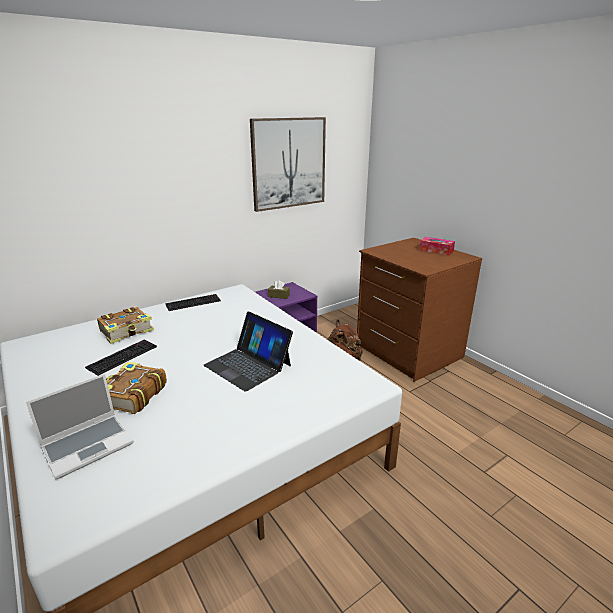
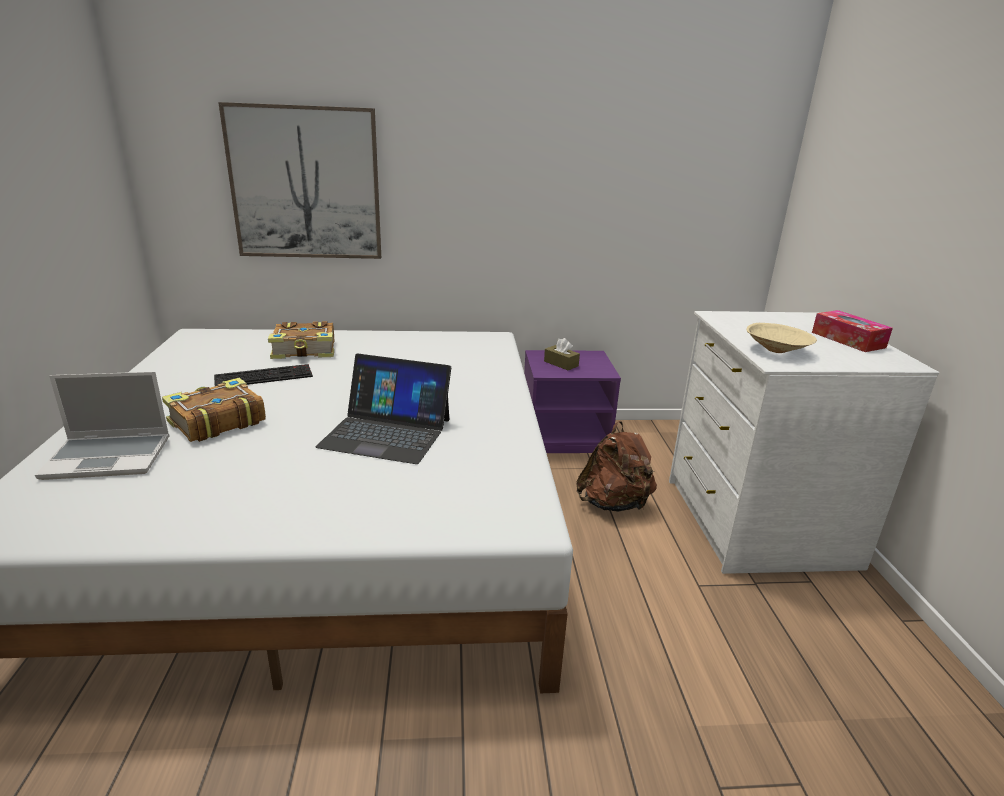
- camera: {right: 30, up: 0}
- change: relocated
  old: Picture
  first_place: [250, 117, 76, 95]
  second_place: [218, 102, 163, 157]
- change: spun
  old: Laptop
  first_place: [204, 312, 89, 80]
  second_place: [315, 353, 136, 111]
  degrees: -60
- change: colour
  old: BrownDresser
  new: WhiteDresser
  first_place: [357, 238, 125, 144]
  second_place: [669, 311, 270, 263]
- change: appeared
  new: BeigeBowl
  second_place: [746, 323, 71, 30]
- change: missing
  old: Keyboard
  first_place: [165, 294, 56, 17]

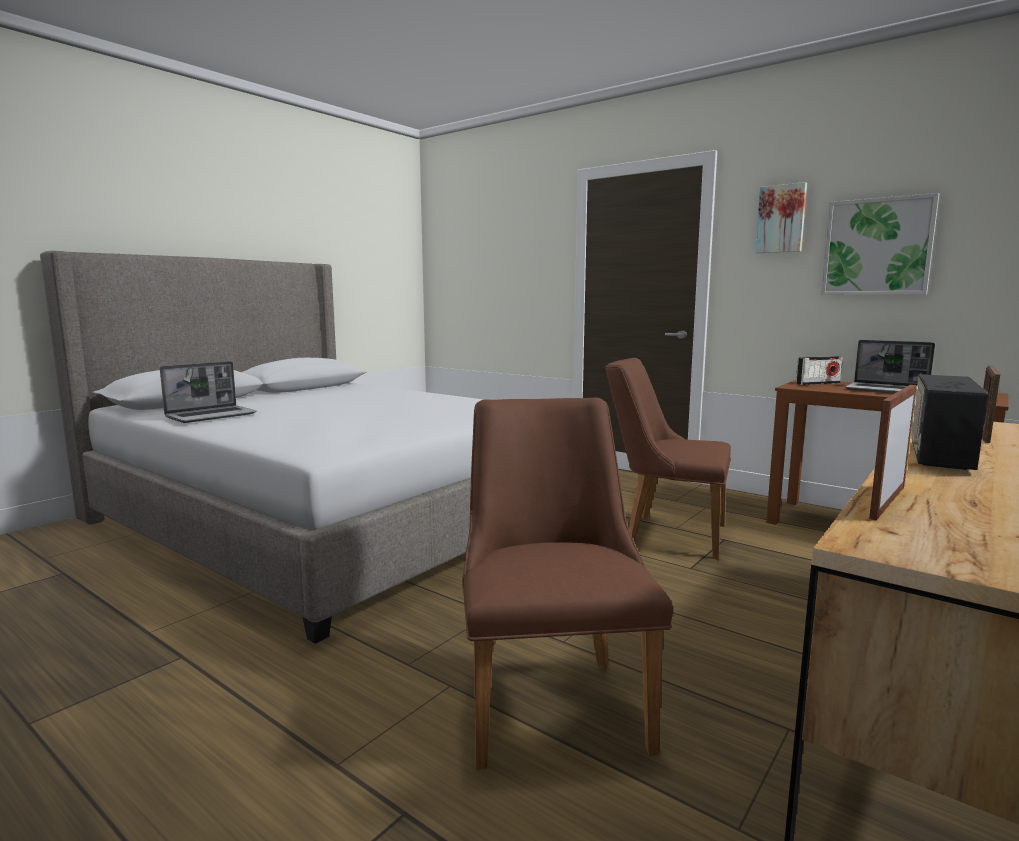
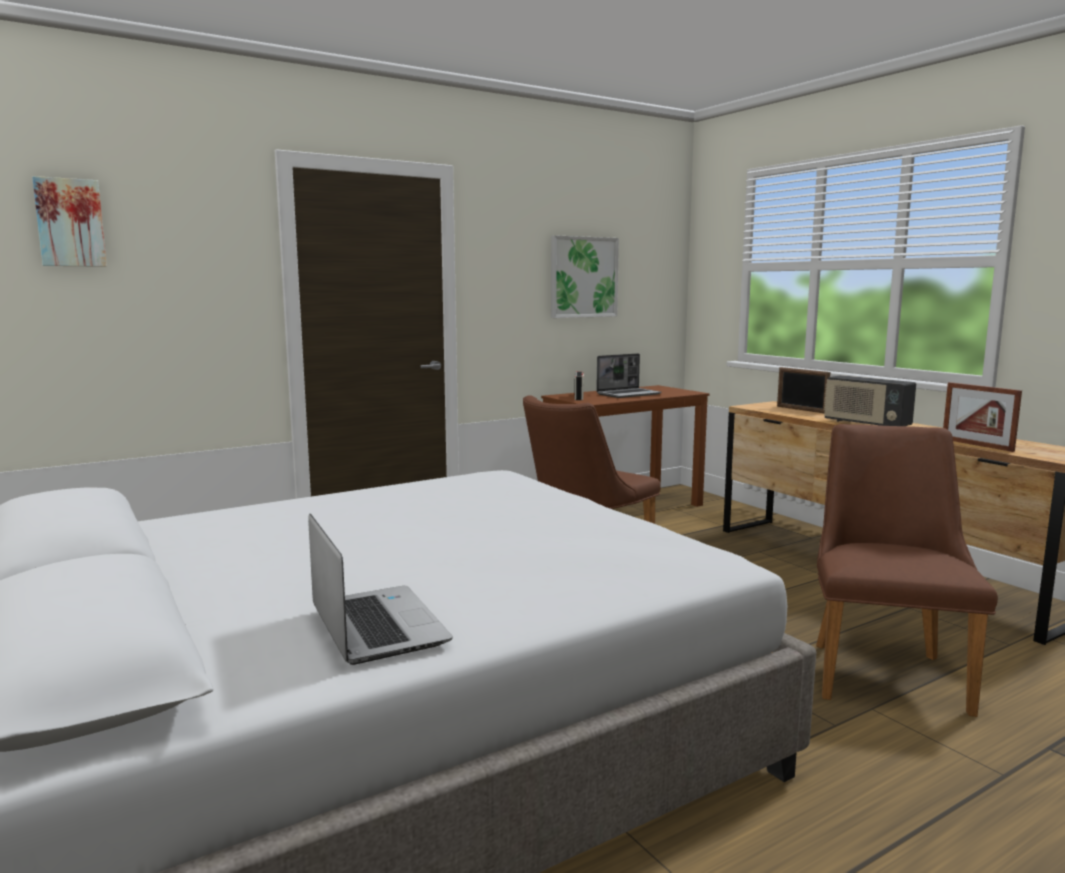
- camera: {right: -70, up: 0}
- change: relocated
  old: Picture
  first_place: [755, 182, 52, 71]
  second_place: [32, 176, 75, 91]
- change: spun
  old: BrownChair
  first_place: [462, 398, 211, 371]
  second_place: [816, 424, 182, 293]
  degrees: 90

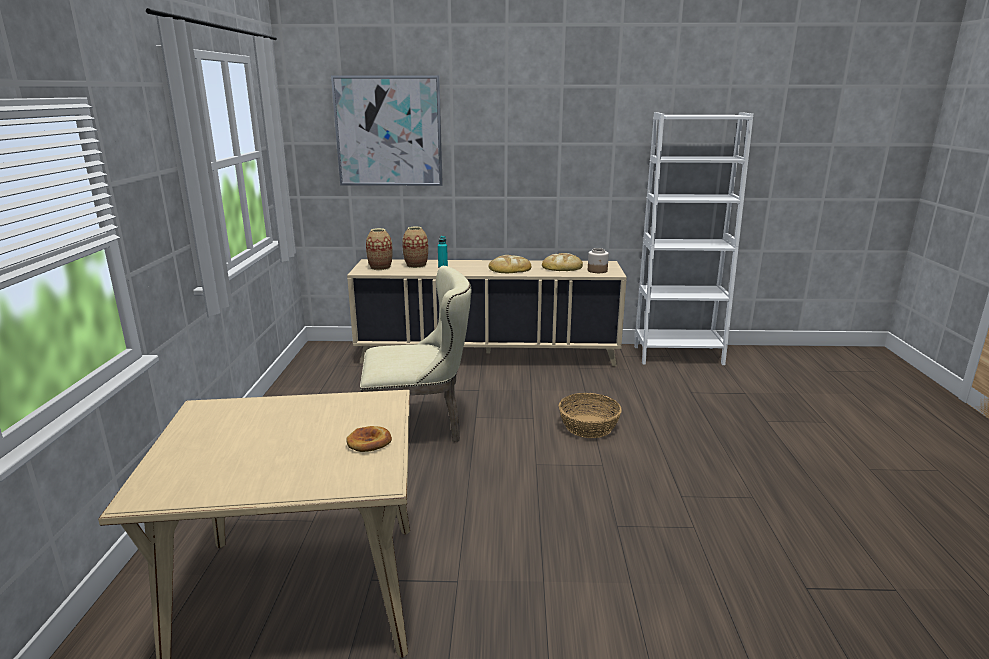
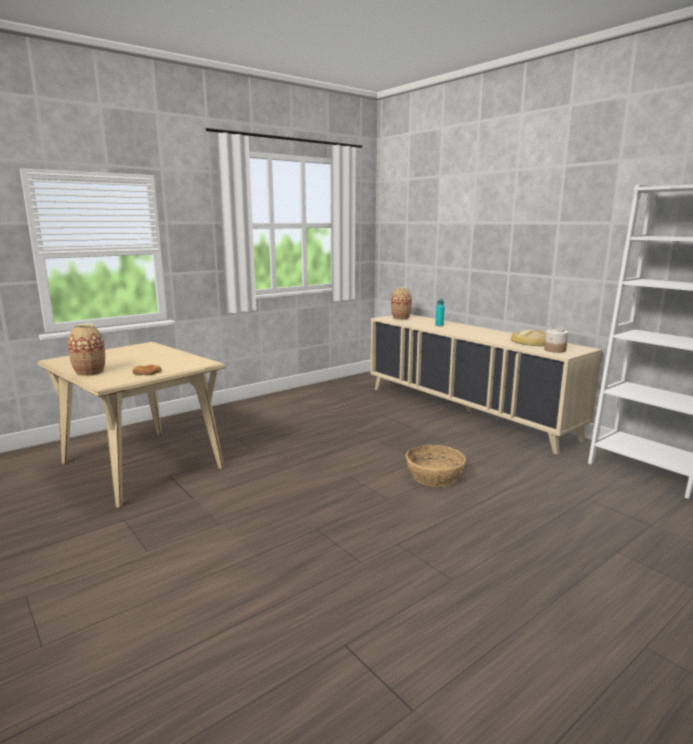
- camera: {right: 50, up: -5}
- change: relocated
  old: Vase
  first_place: [402, 227, 26, 41]
  second_place: [68, 324, 37, 52]
- change: missing
  old: Picture
  first_place: [331, 75, 112, 111]
- change: missing
  old: BeigeChair
  first_place: [360, 266, 112, 176]
- change: missing
  old: Bread
  first_place: [488, 255, 44, 18]

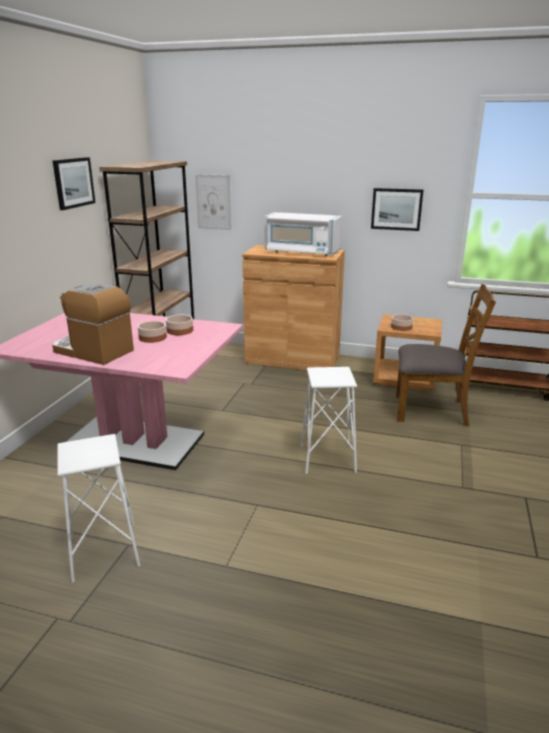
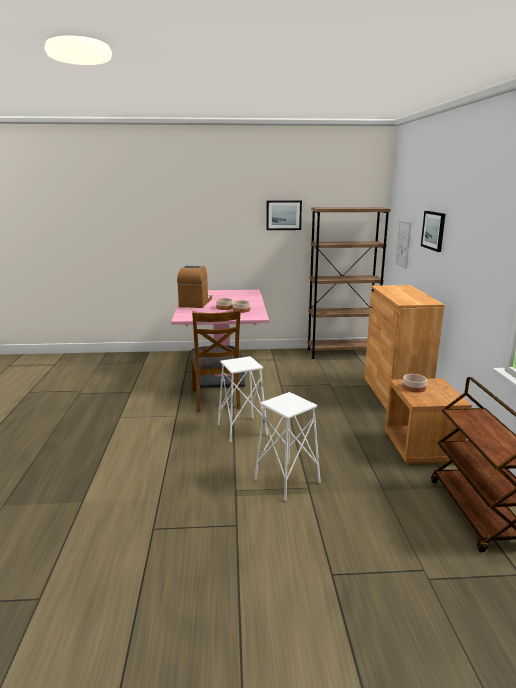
- camera: {right: 70, up: -5}
- change: relocated
  old: BrownChair
  first_place: [396, 284, 100, 142]
  second_place: [189, 309, 52, 103]
- change: relocated
  old: WhiteStool
  first_place: [57, 434, 83, 149]
  second_place: [254, 392, 67, 109]
- change: relocated
  old: Picture
  first_place: [371, 188, 52, 43]
  second_place: [421, 211, 24, 41]
- change: missing
  old: WhiteMicrowave
  first_place: [265, 212, 77, 44]

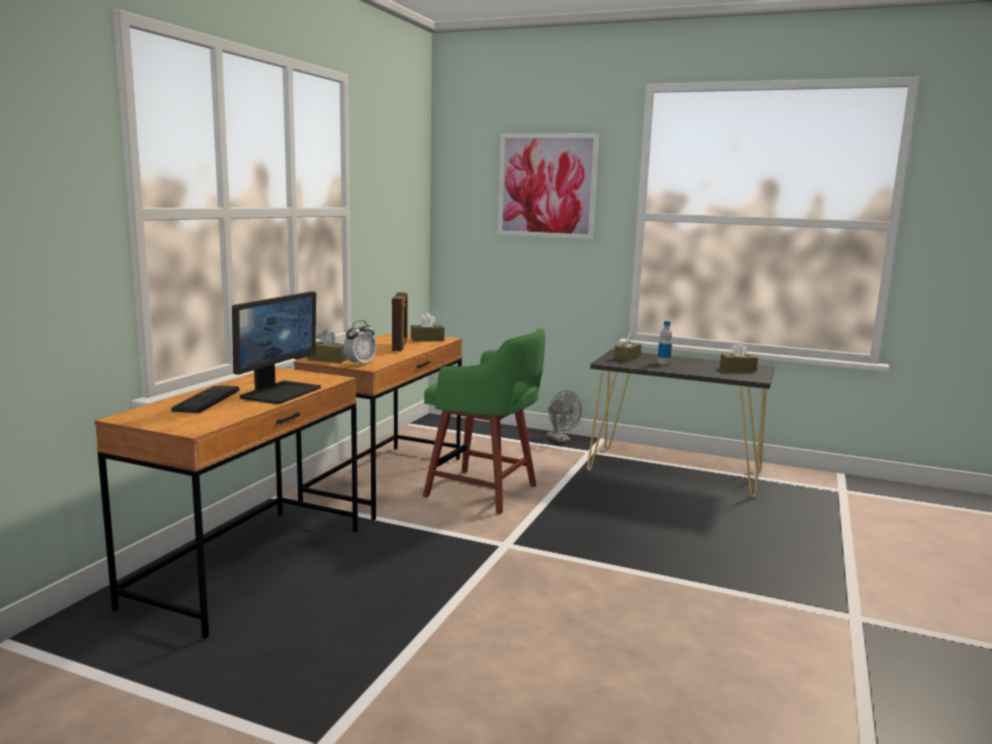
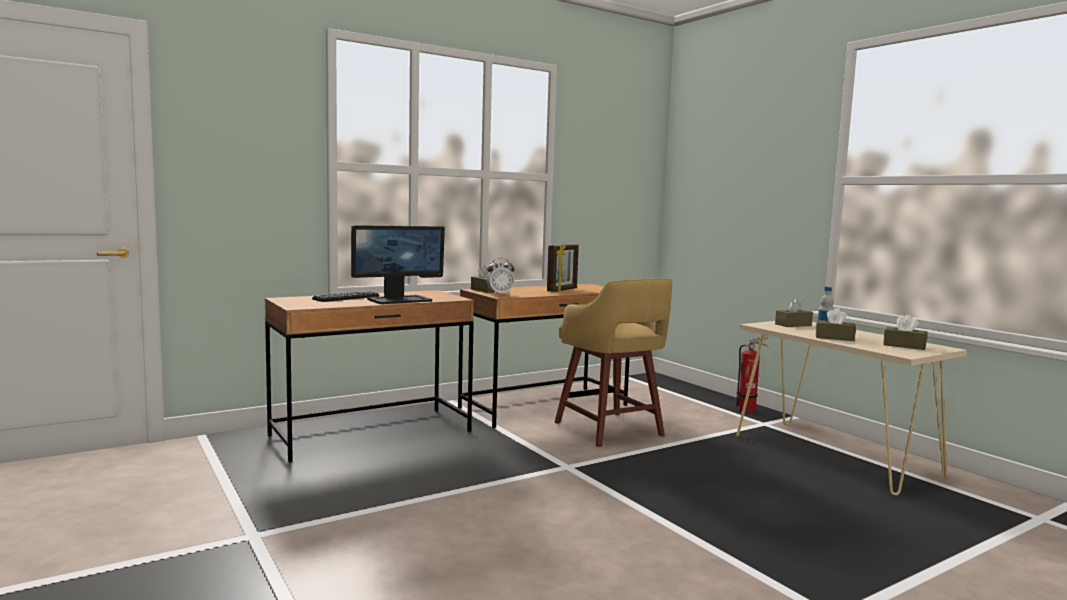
- camera: {right: 35, up: -5}
- change: colour
  old: GreenStool
  new: YellowStool
  first_place: [423, 328, 122, 186]
  second_place: [555, 279, 117, 168]
- change: exchanged
  old: GreyFan
  new: FireExtinguisher
  first_place: [546, 390, 36, 53]
  second_place: [735, 336, 33, 77]
- change: colour
  old: BlackConsoleTable
  new: BeigeConsoleTable
  first_place: [587, 349, 188, 148]
  second_place: [736, 321, 231, 175]
- change: relocated
  old: BrownTissueBox
  first_place: [411, 313, 34, 28]
  second_place: [816, 308, 40, 33]
- change: missing
  old: Picture
  first_place: [498, 133, 101, 106]

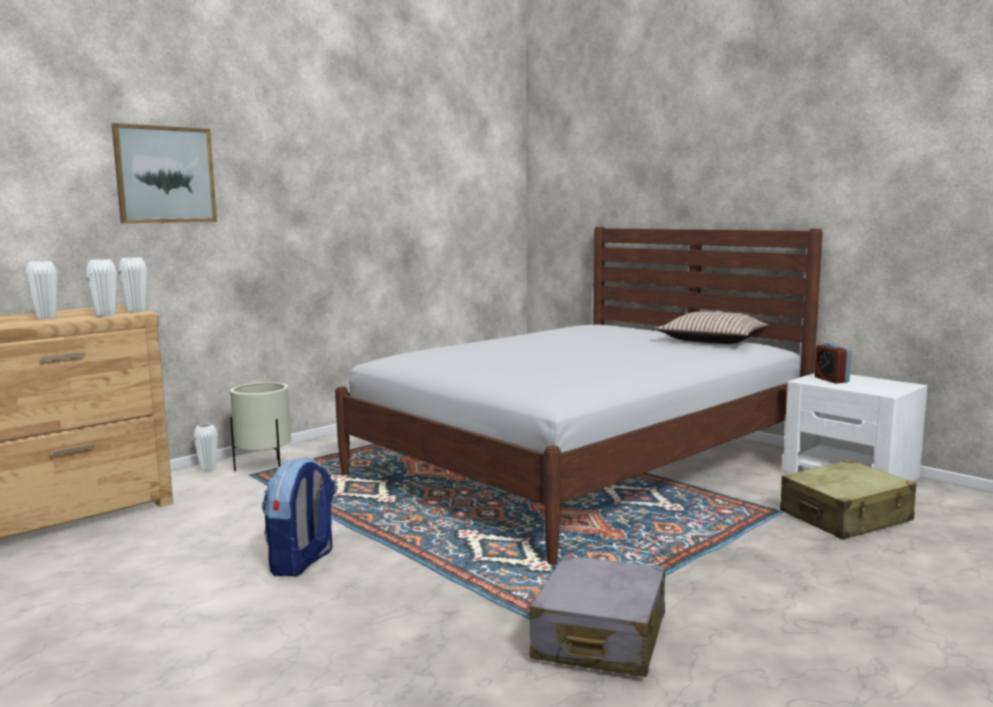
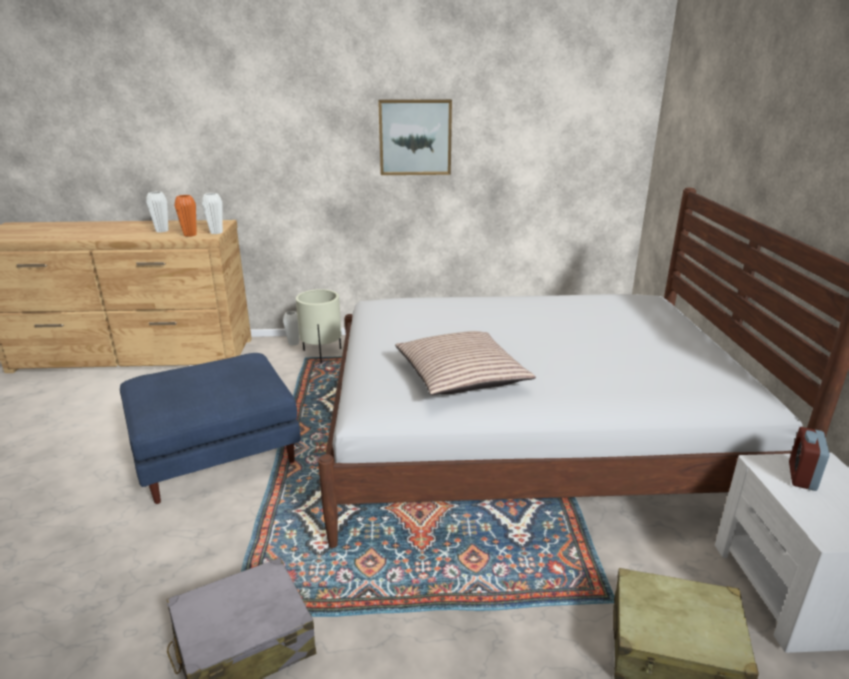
- camera: {right: 40, up: 15}
- change: exchanged
  old: Backpack
  new: BlueOttoman
  first_place: [262, 457, 73, 119]
  second_place: [120, 353, 181, 151]
- change: colour
  old: WhiteVase
  new: OrangeVase
  first_place: [86, 259, 31, 57]
  second_place: [174, 195, 23, 42]
- change: relocated
  old: Picture
  first_place: [112, 123, 105, 100]
  second_place: [378, 99, 74, 76]
- change: relocated
  old: Pillow
  first_place: [656, 312, 113, 32]
  second_place: [395, 331, 141, 64]

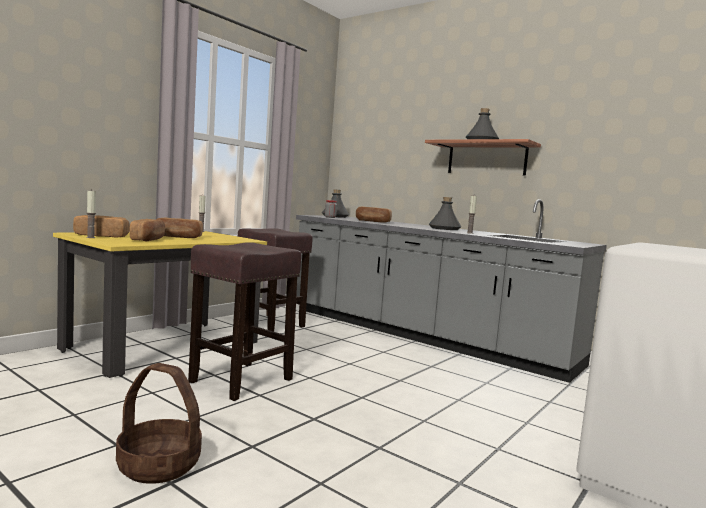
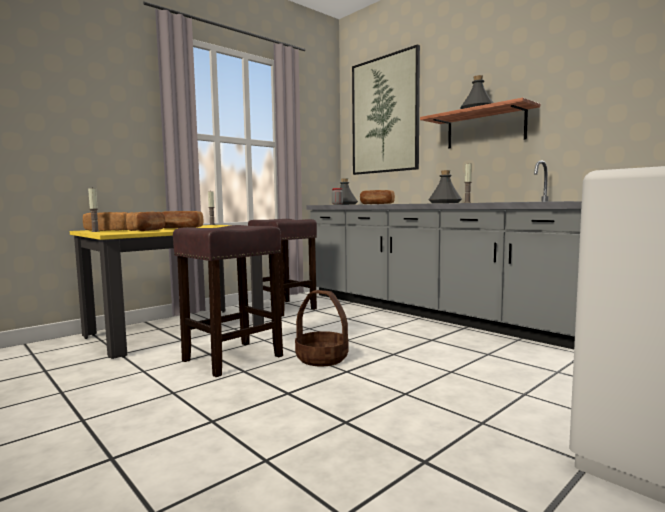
- camera: {right: 10, up: 0}
- change: relocated
  old: Basket
  first_place: [116, 363, 86, 121]
  second_place: [295, 290, 54, 76]
- change: appeared
  new: Picture
  second_place: [352, 44, 68, 131]

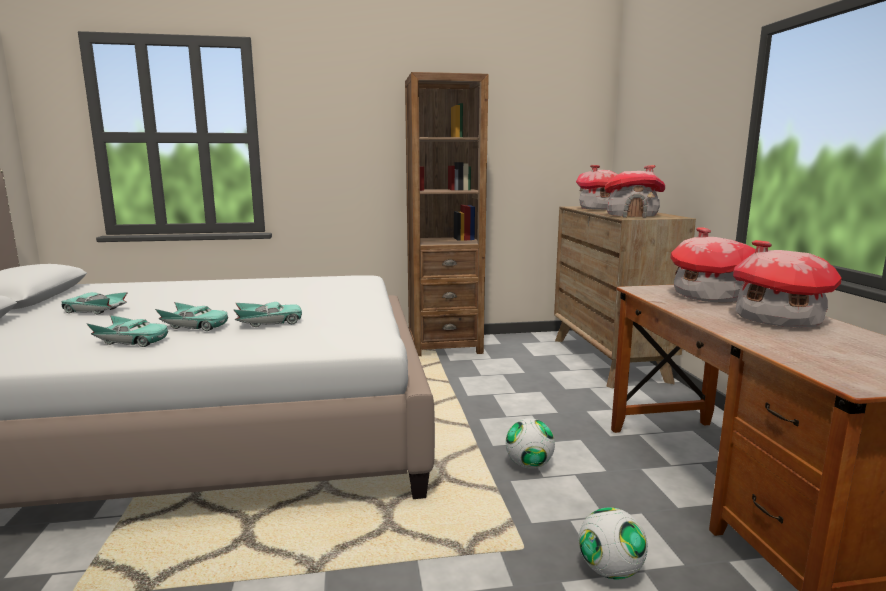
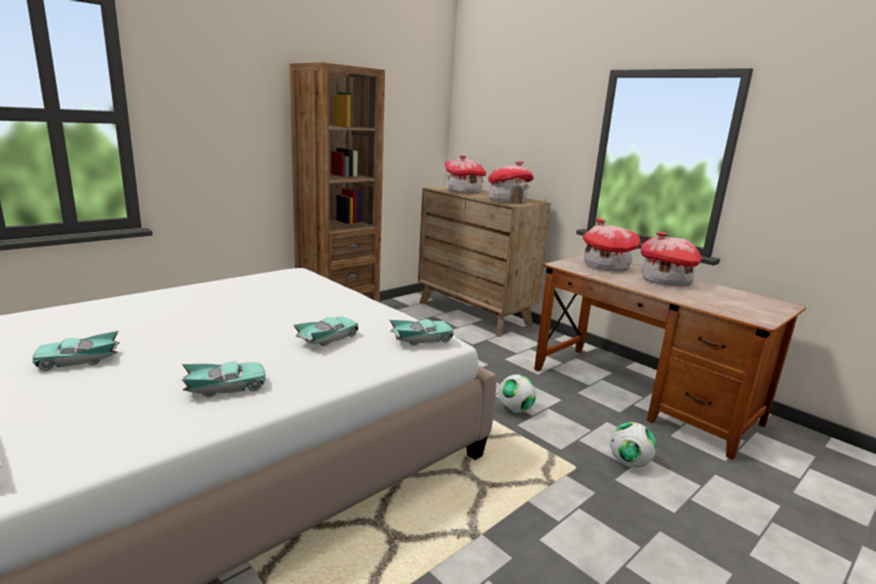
- camera: {right: -35, up: 5}
- change: relocated
  old: TurquoiseToyCar
  first_place: [155, 302, 73, 29]
  second_place: [390, 319, 64, 27]

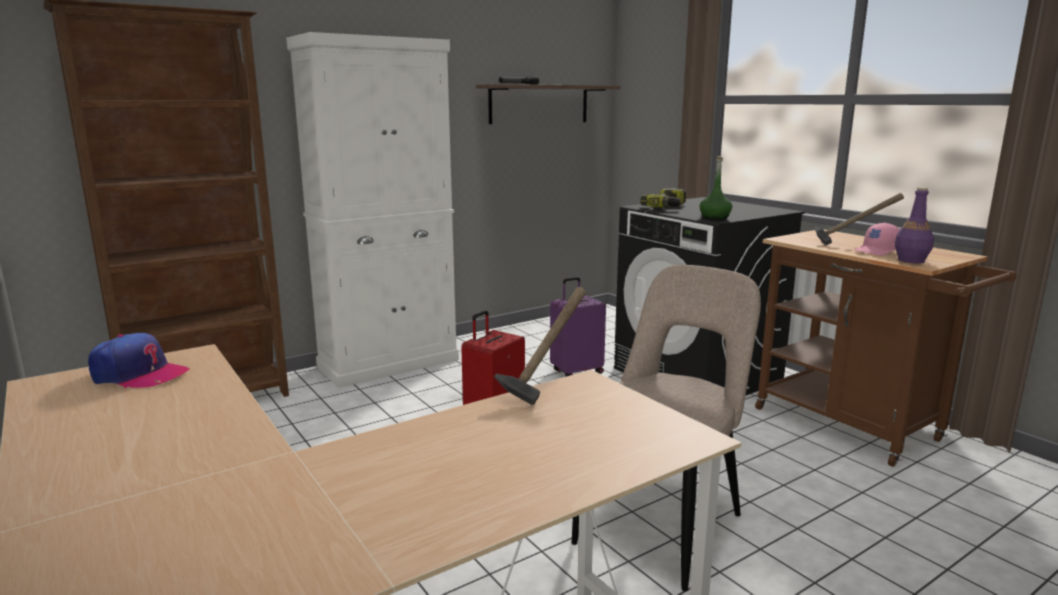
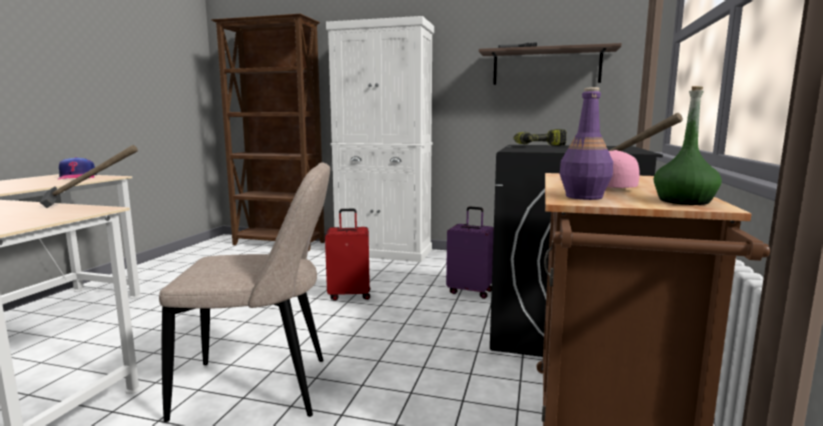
- camera: {right: 50, up: -5}
- change: relocated
  old: GreenBottle
  first_place: [700, 156, 32, 64]
  second_place: [654, 86, 68, 119]

